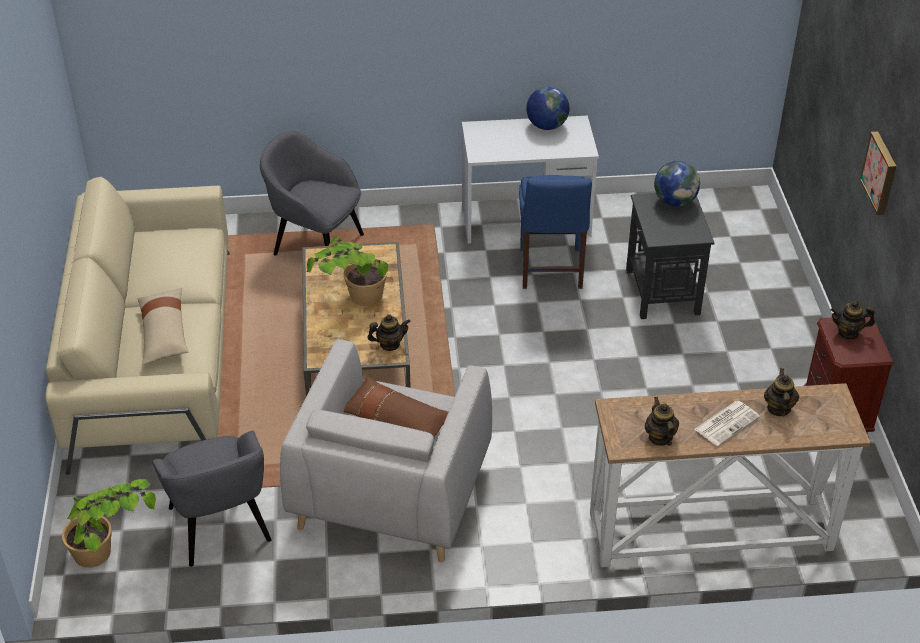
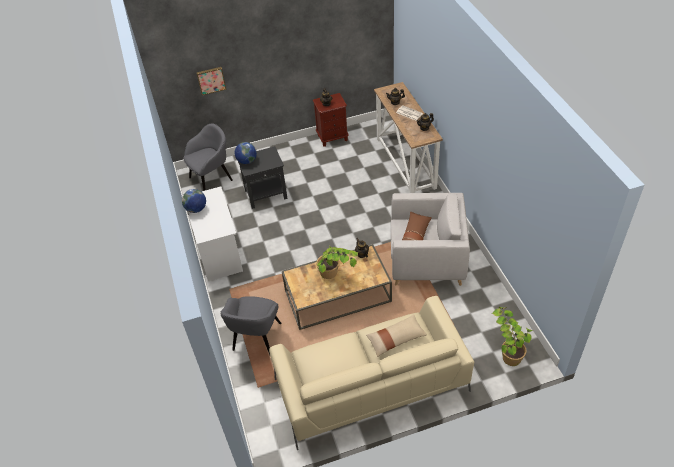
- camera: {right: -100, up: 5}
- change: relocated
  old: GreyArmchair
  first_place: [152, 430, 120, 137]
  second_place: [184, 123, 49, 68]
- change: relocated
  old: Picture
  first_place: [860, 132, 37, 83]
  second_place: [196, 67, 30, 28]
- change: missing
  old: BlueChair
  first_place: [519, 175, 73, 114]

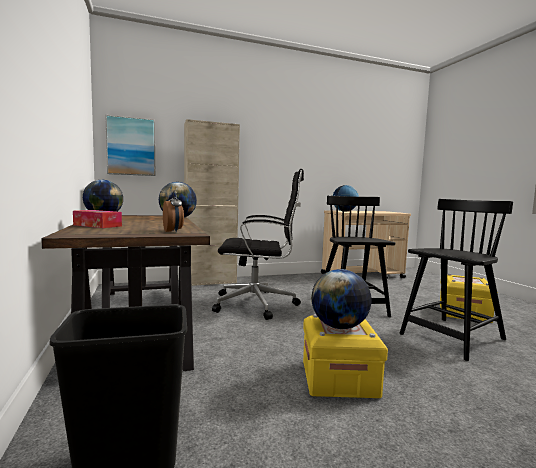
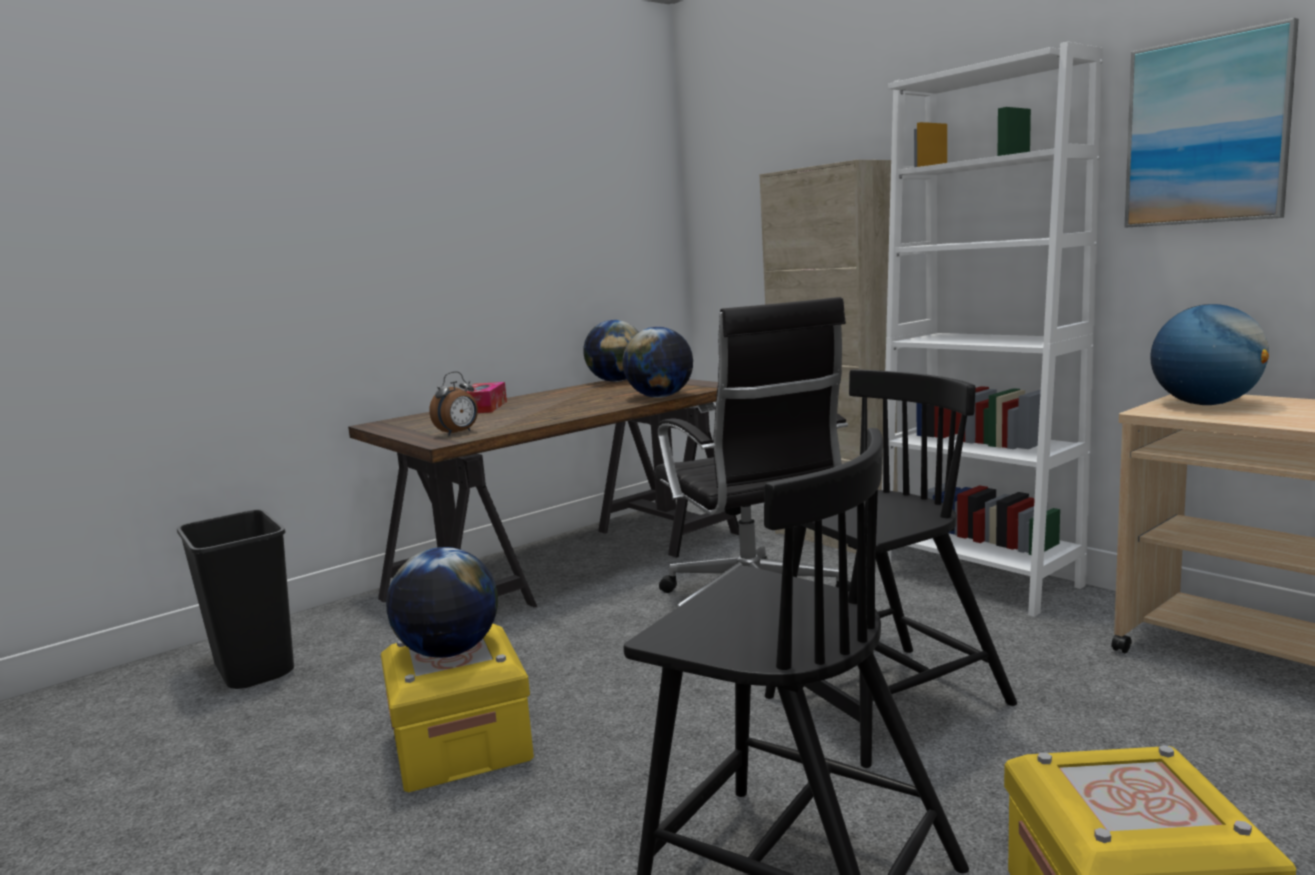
- camera: {right: 70, up: 5}
- change: appeared
  new: WhiteBookcase
  second_place: [882, 42, 221, 575]
- change: relocated
  old: Picture
  first_place: [105, 115, 50, 61]
  second_place: [1124, 18, 175, 210]

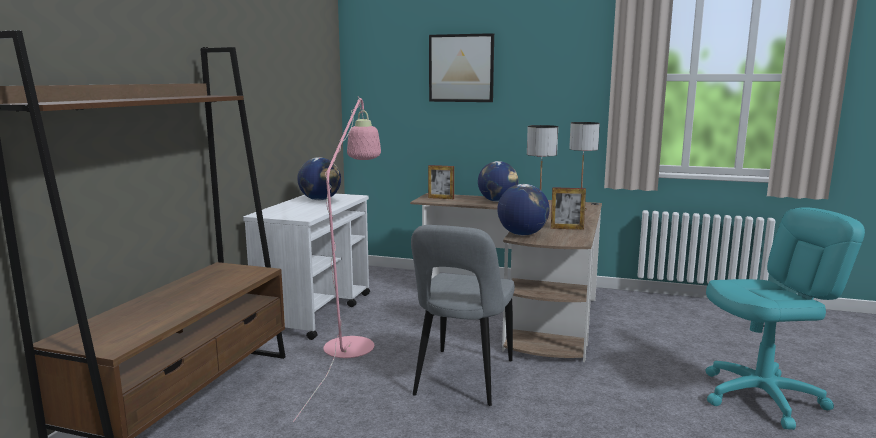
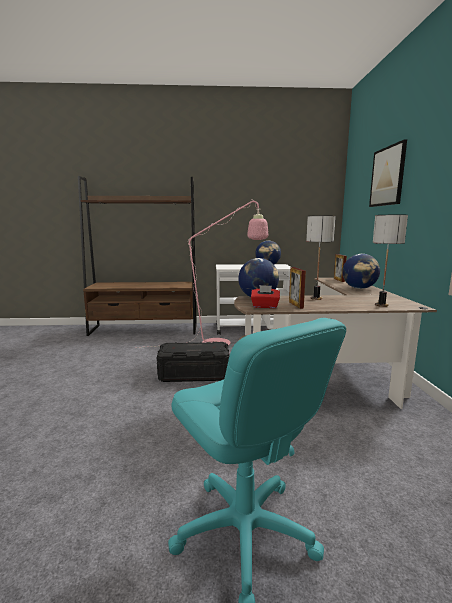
- camera: {right: 70, up: 0}
- change: exchanged
  old: GreyChair
  new: BlackStorageBox
  first_place: [411, 225, 104, 181]
  second_place: [157, 341, 73, 41]
- change: appeared
  new: RedTissueBox
  second_place: [251, 285, 29, 23]

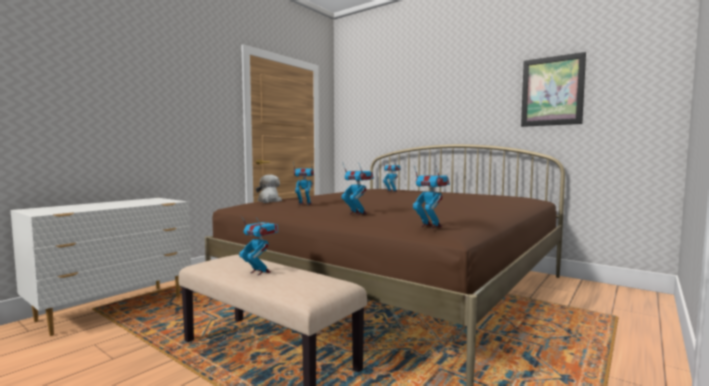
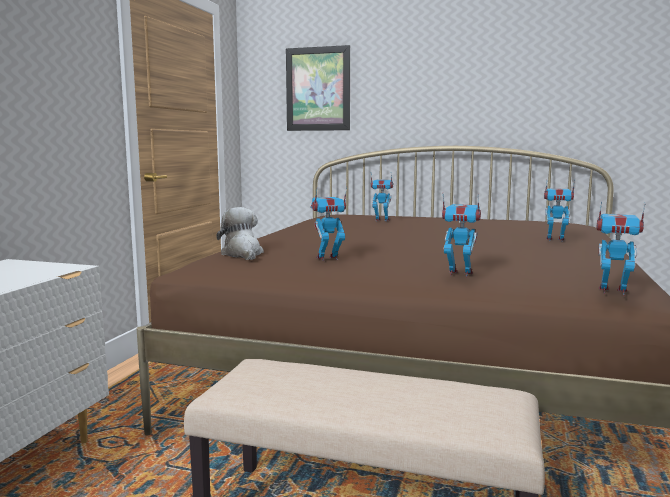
- camera: {right: -20, up: 5}
- change: relocated
  old: Picture
  first_place: [521, 52, 65, 75]
  second_place: [286, 45, 64, 86]
- change: relocated
  old: ToyRobot
  first_place: [239, 216, 39, 59]
  second_place: [544, 180, 31, 62]

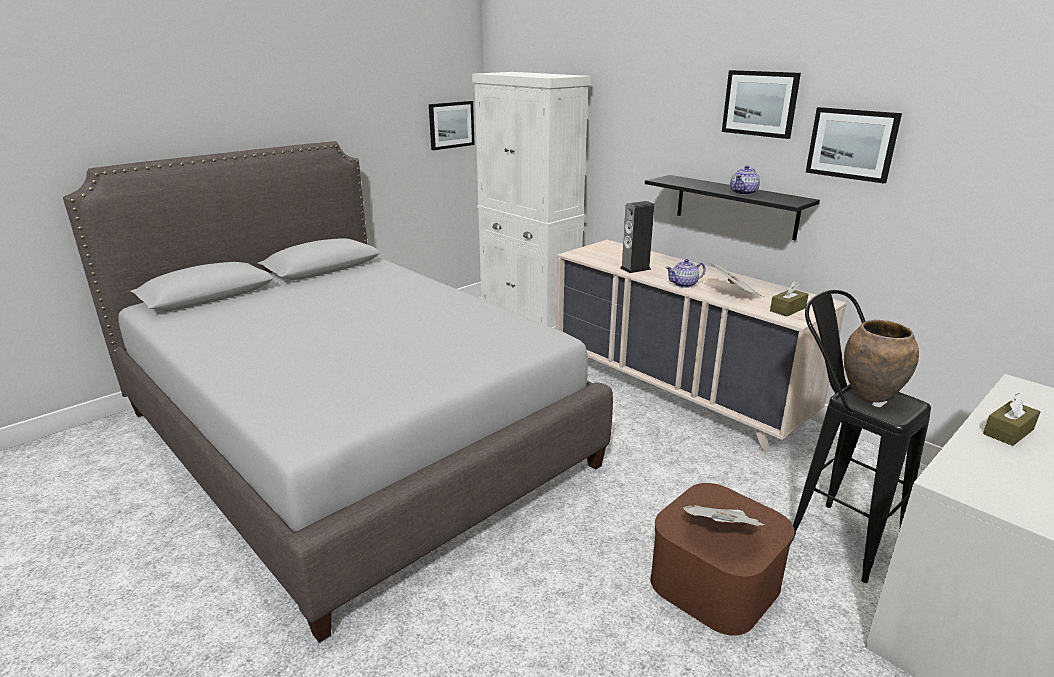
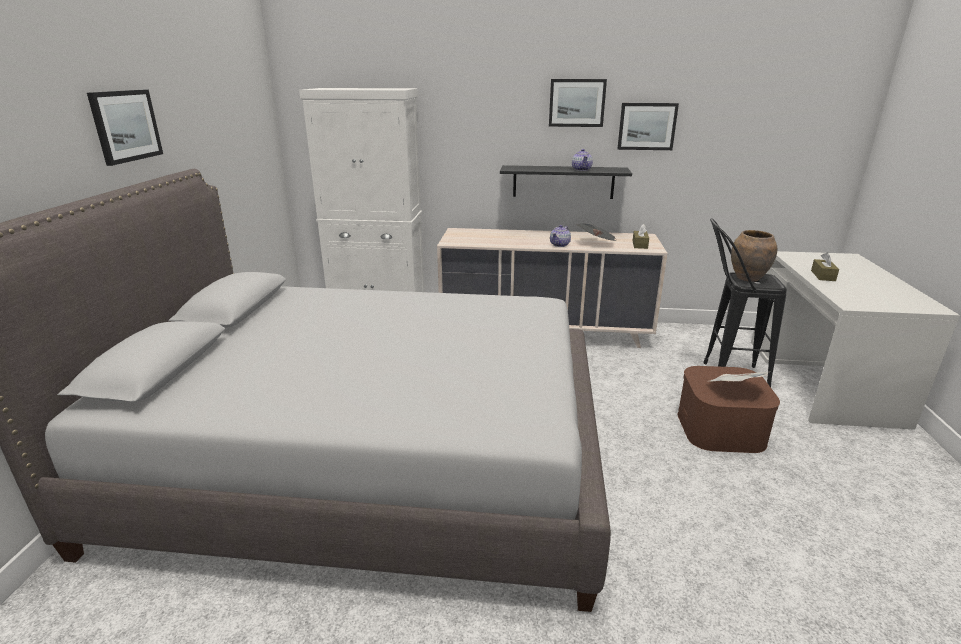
- camera: {right: -40, up: 0}
- change: relocated
  old: Picture
  first_place: [429, 101, 46, 49]
  second_place: [87, 90, 76, 76]
- change: missing
  old: Speaker
  first_place: [620, 201, 34, 72]

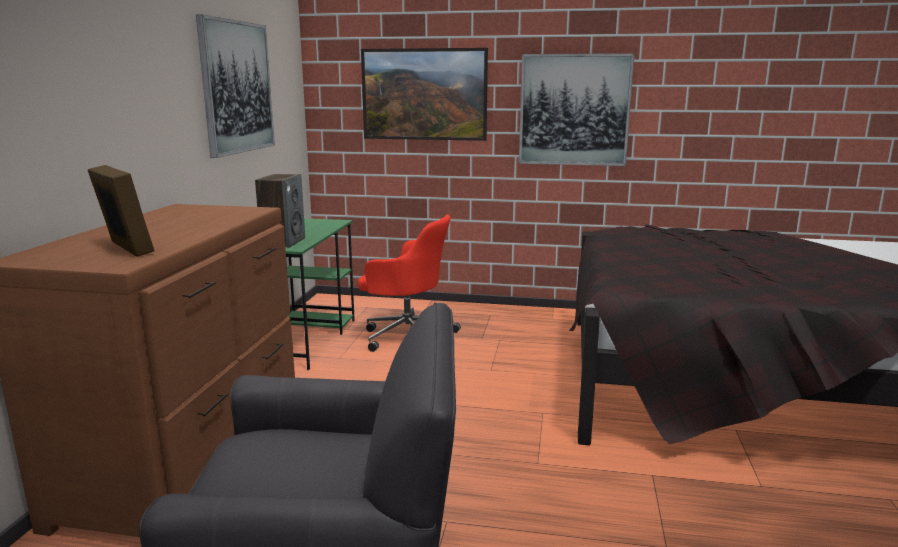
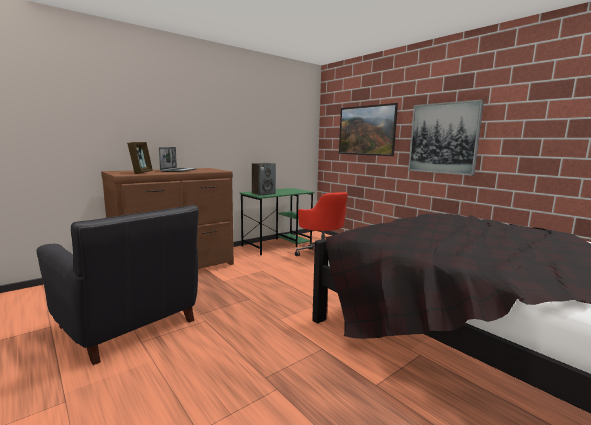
- camera: {right: 40, up: -5}
- change: appeared
  new: Laptop
  second_place: [159, 147, 37, 25]
- change: missing
  old: Picture
  first_place: [196, 14, 79, 144]

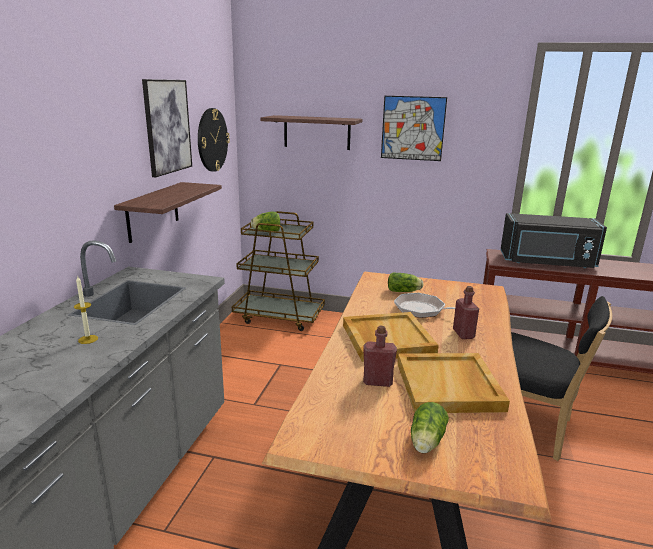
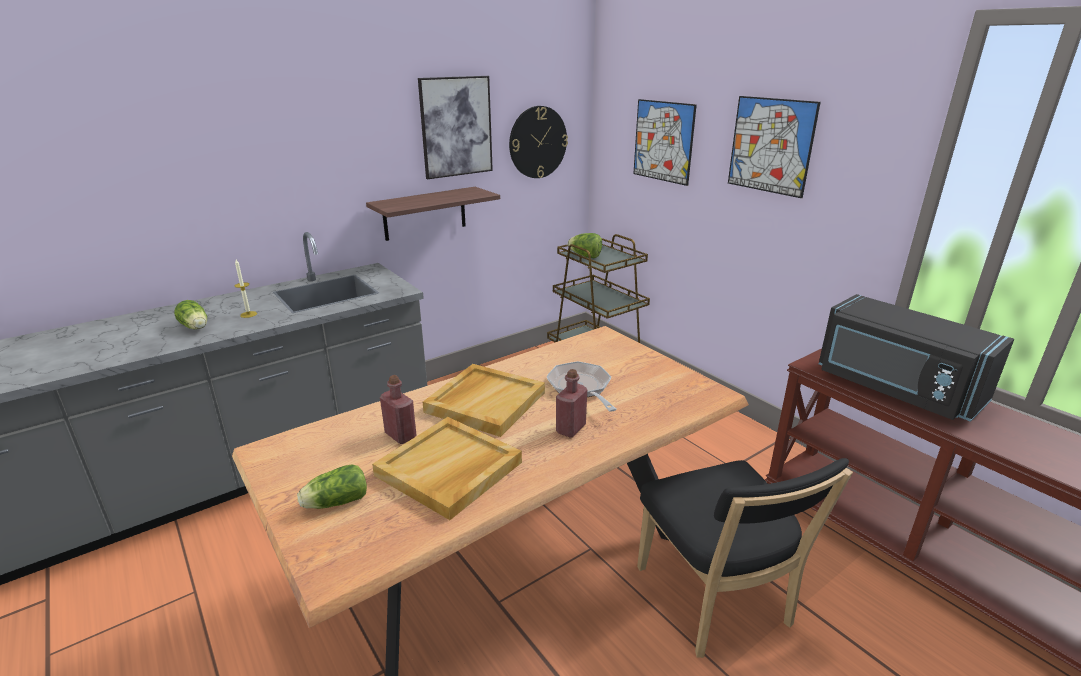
- camera: {right: 40, up: 5}
- change: relocated
  old: Lettuce
  first_place: [388, 272, 35, 20]
  second_place: [174, 300, 33, 29]
- change: exchanged
  old: Shelf
  new: Picture
  first_place: [261, 115, 101, 35]
  second_place: [633, 99, 64, 87]

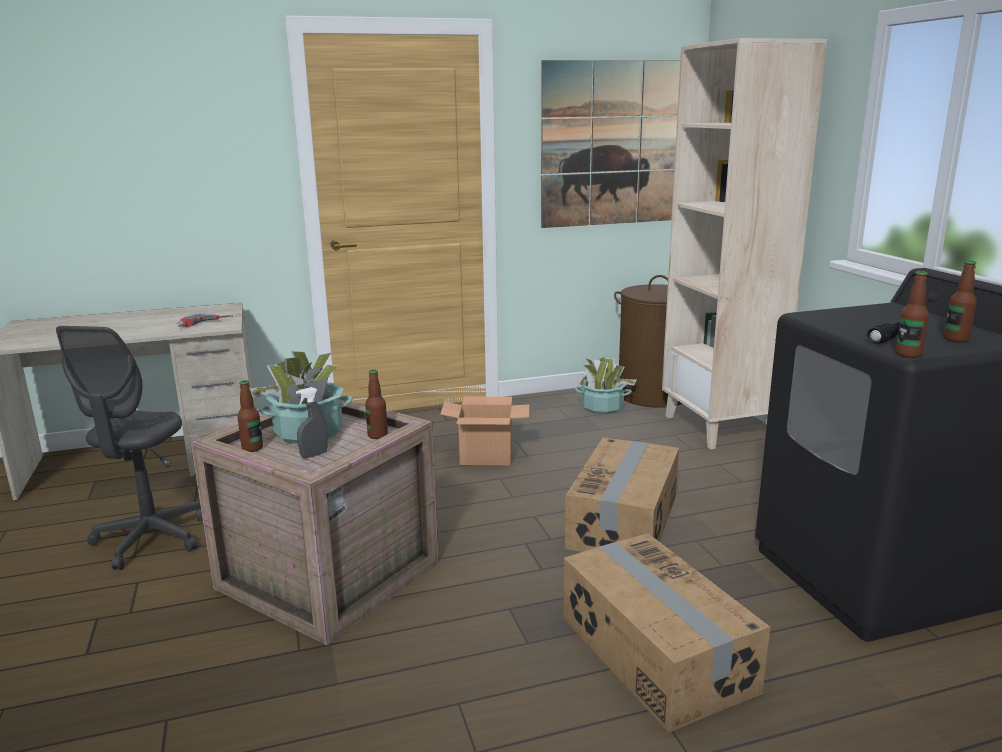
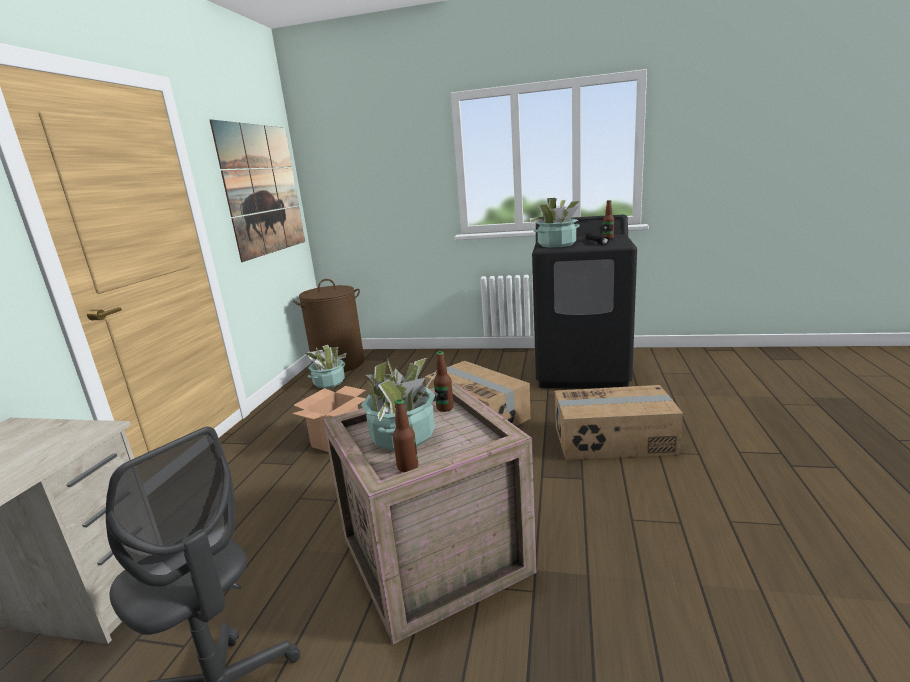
- camera: {right: -60, up: 0}
- change: appeared
  new: PottedPlant
  second_place: [529, 198, 51, 50]
- change: missing
  old: PowerDrill
  first_place: [177, 313, 56, 14]
- change: missing
  old: GreySprayBottle
  first_place: [296, 387, 32, 71]
- change: missing
  old: BeigeBookcase
  first_place: [662, 38, 165, 412]
- change: missing
  old: Bottle
  first_place: [895, 271, 34, 87]

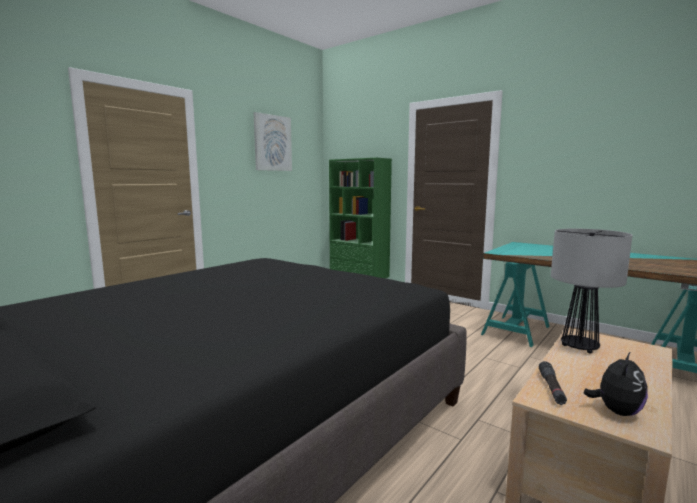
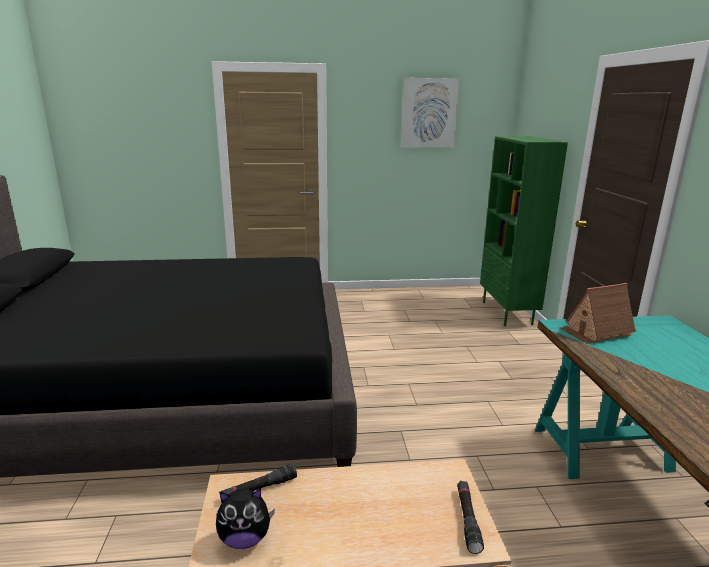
- camera: {right: 45, up: 10}
- change: appeared
  new: BlackFlashlight
  second_place: [457, 481, 27, 73]
- change: appeared
  new: ToyHouse
  second_place: [560, 283, 76, 61]
- change: missing
  old: TableLamp
  first_place: [551, 228, 82, 126]

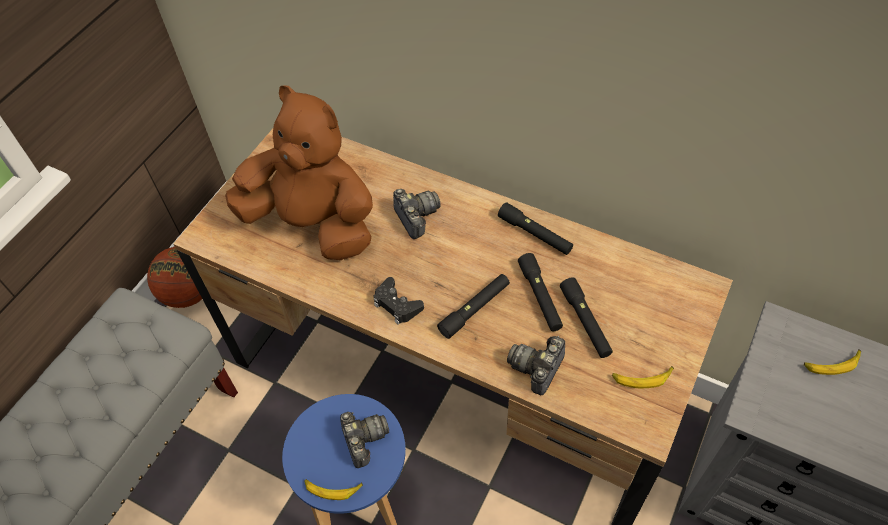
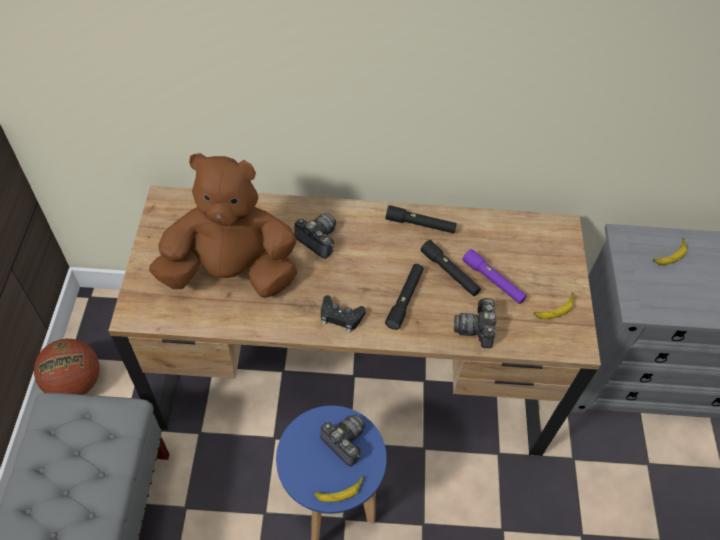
- camera: {right: -30, up: 0}
- change: colour
  old: BlackFlashlight
  new: PurpleFlashlight
  first_place: [560, 277, 53, 81]
  second_place: [462, 249, 65, 55]

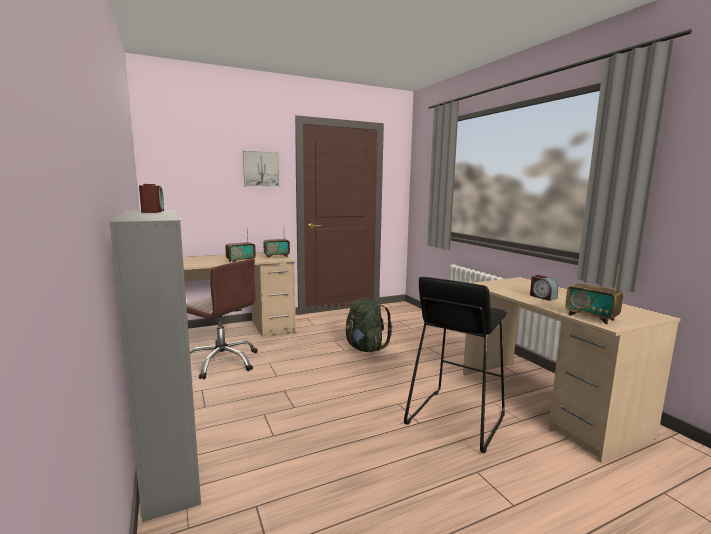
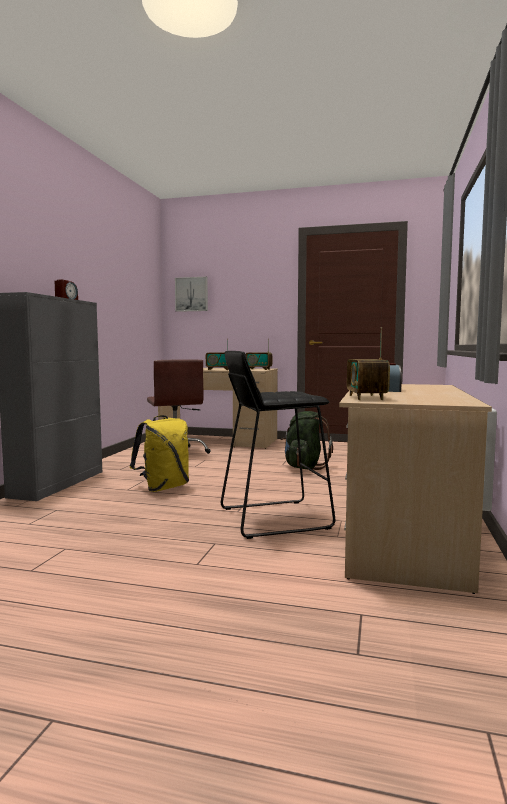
- camera: {right: 40, up: -5}
- change: appeared
  new: YellowBackpack
  second_place: [130, 415, 59, 77]
- change: relocated
  old: Picture
  first_place: [243, 150, 37, 37]
  second_place: [175, 277, 33, 35]

